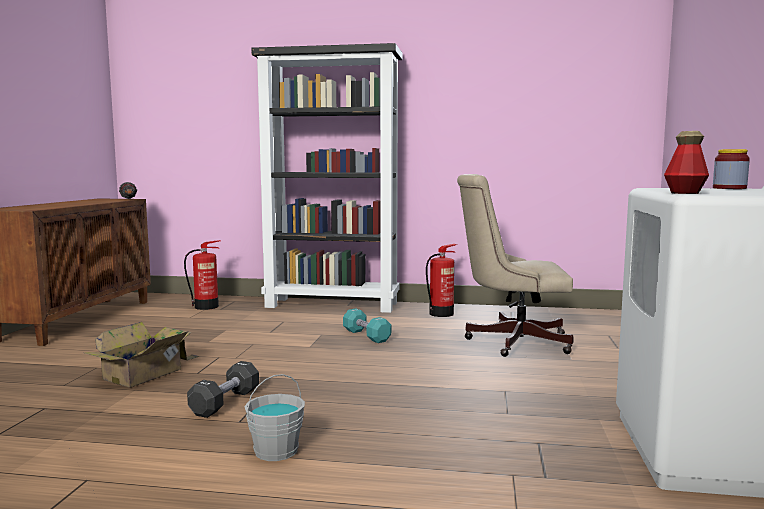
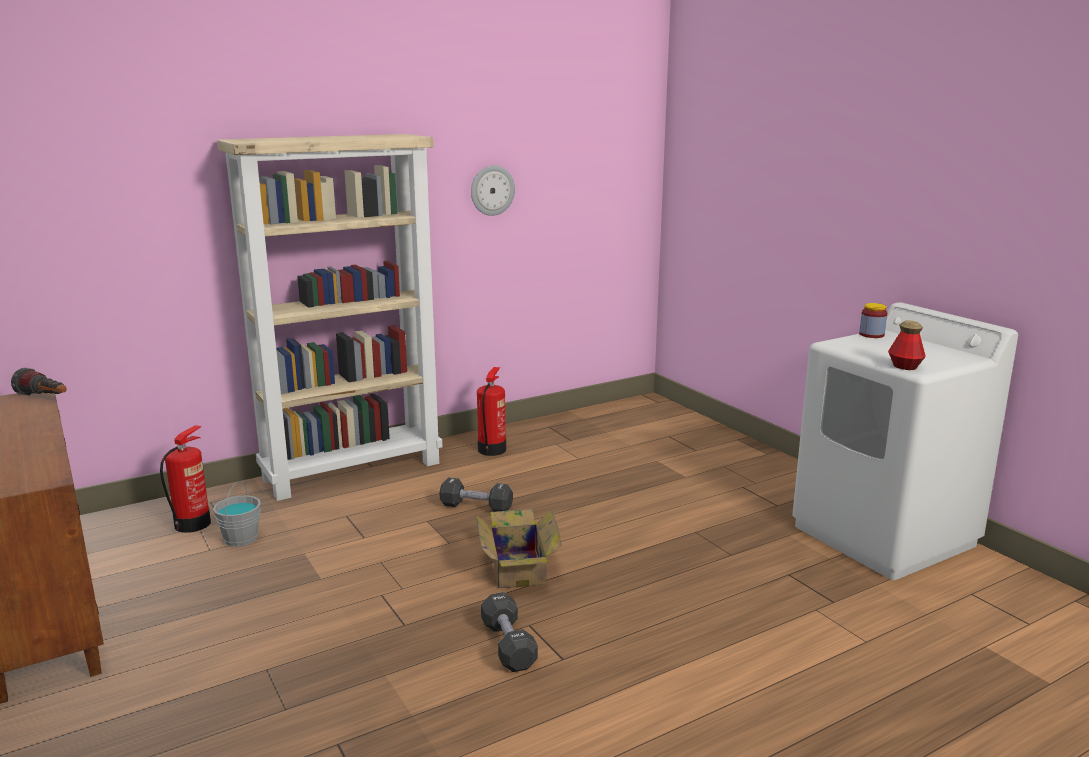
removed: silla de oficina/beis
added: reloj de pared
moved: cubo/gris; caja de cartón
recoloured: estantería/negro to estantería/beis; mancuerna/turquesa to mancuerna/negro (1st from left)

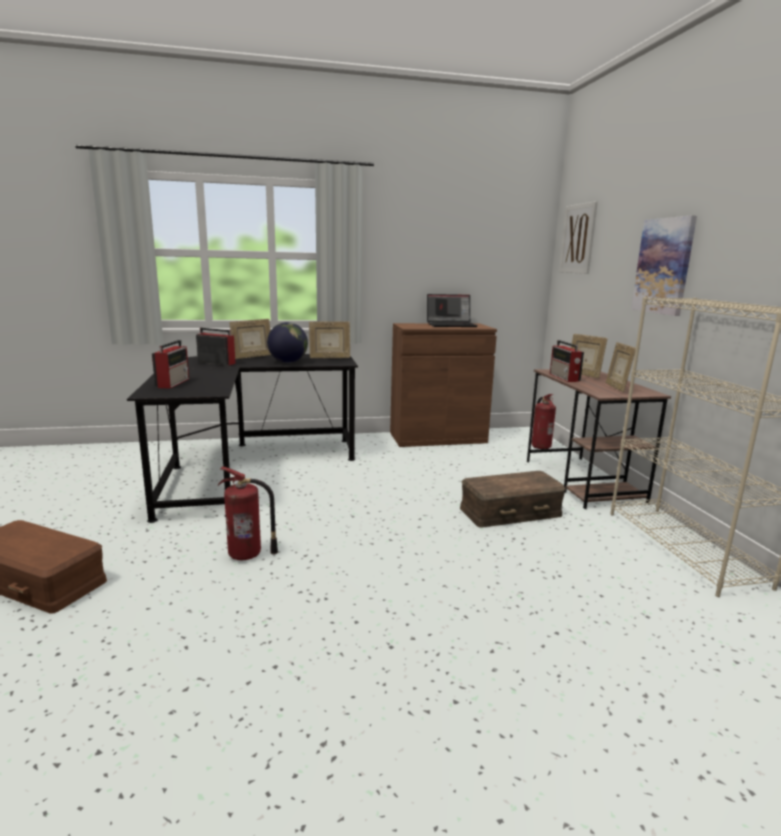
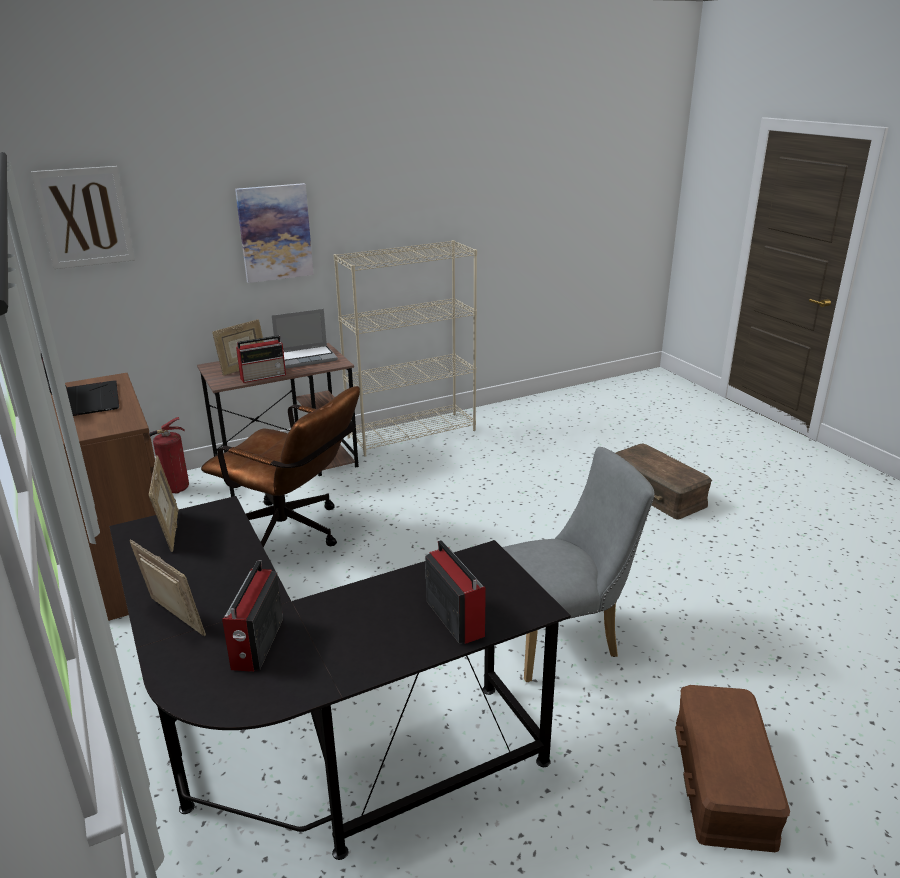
removed: globo terráqueo
added: silla de oficina/marrón
moved: caja de almacenaje/marrón (2nd from left in the first image) to caja de almacenaje/marrón (1st from left)
replaced: portarretratos (4th from left) to portátil (2nd from left); extintor (1st from left) to silla/gris
turned: radio (1st from left in the first image) 75 degrees clockwise

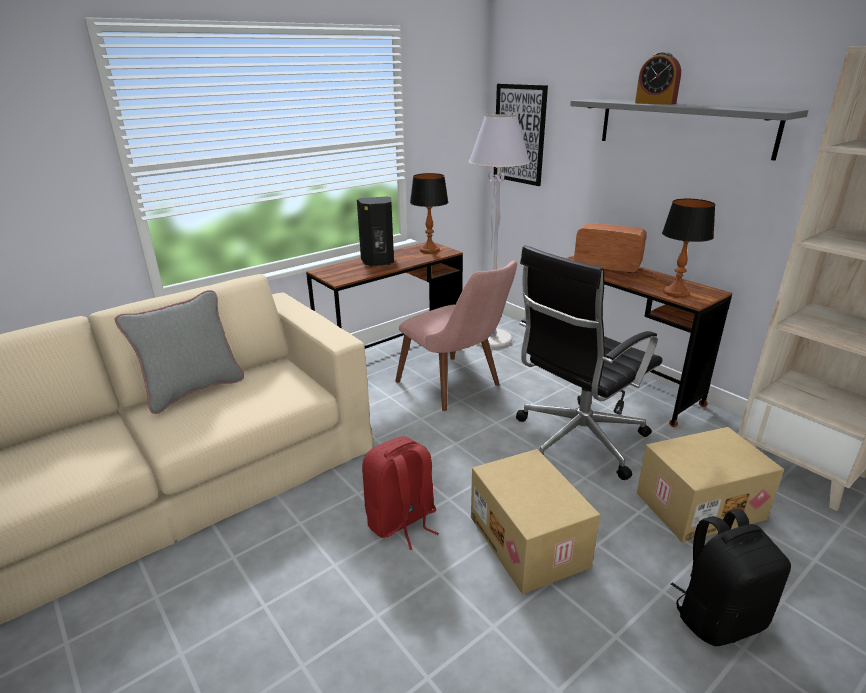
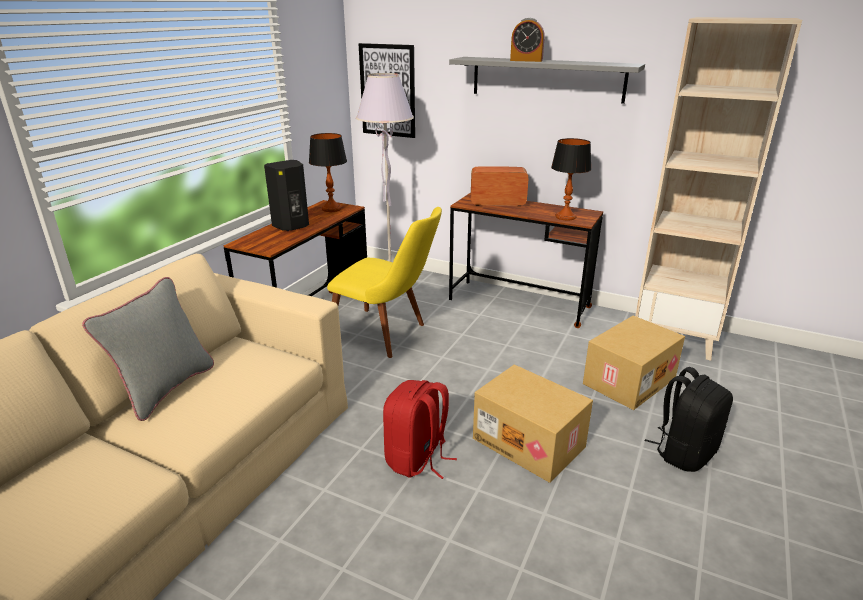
removed: silla de oficina/negro
recoloured: silla/rosa to silla/amarillo

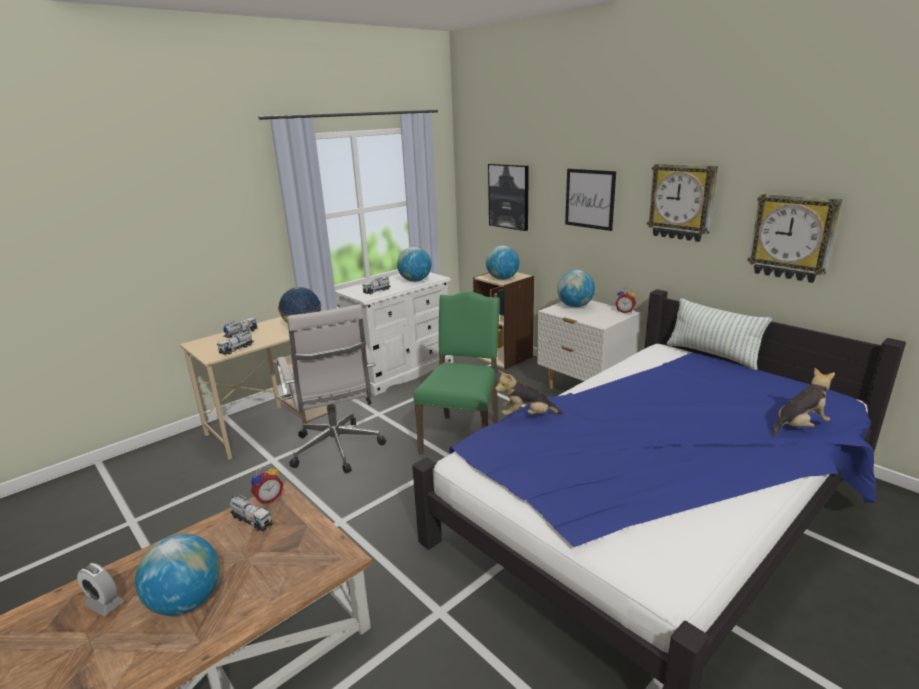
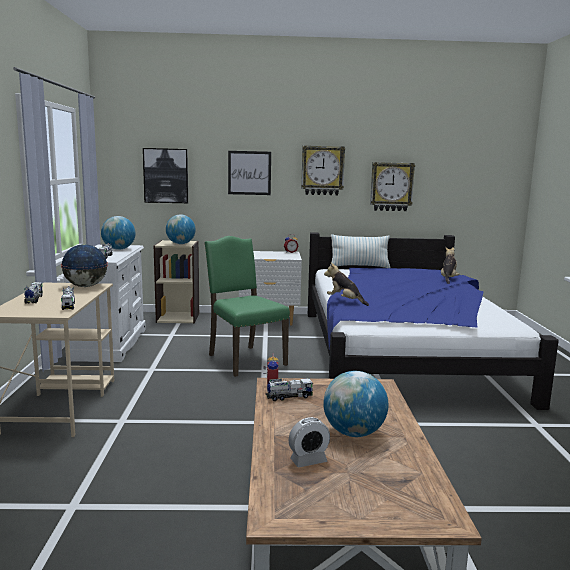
removed: silla de oficina/blanco; globo terráqueo (5th from left)
turned: peluche (1st from left) 90 degrees clockwise

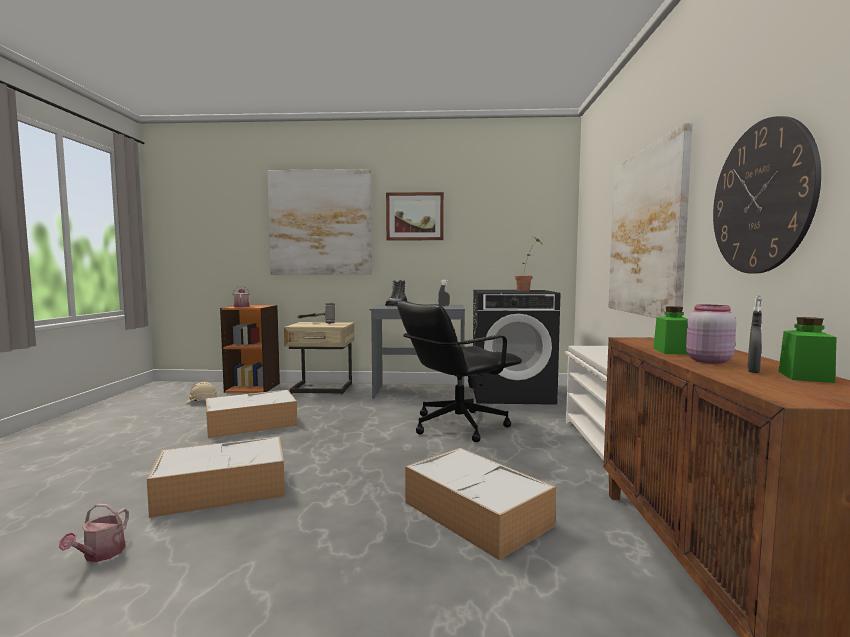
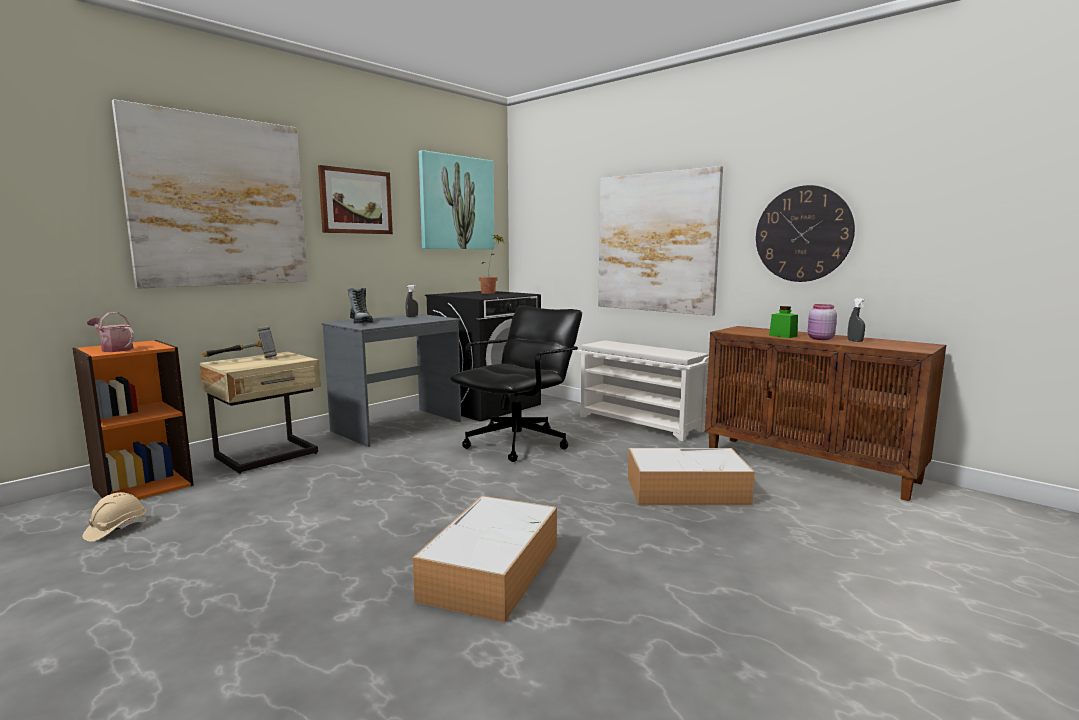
removed: regadera (1st from left); caja de almacenaje (2nd from left); tarro/verde (2nd from left)
added: cuadro (3rd from left)
turned: silla de oficina/negro 150 degrees counterclockwise

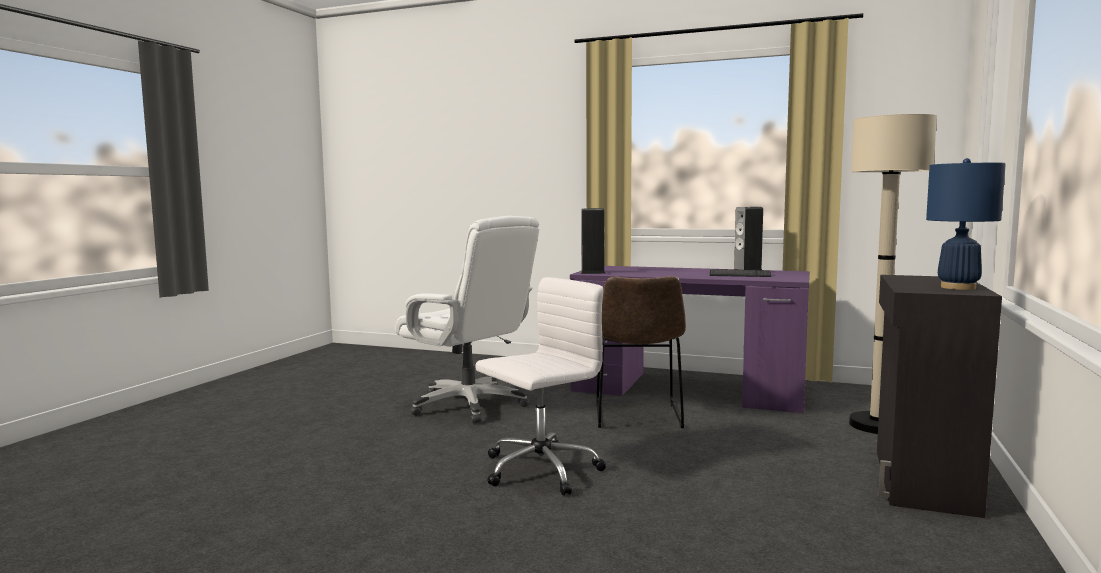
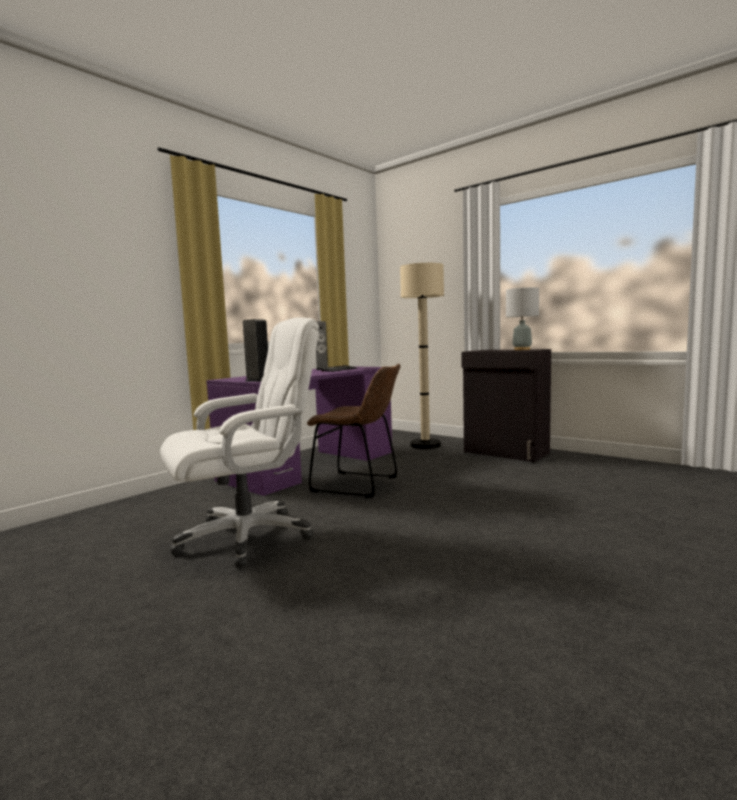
removed: silla de oficina/blanco (2nd from left)
recoloured: lámpara de mesa/azul to lámpara de mesa/gris

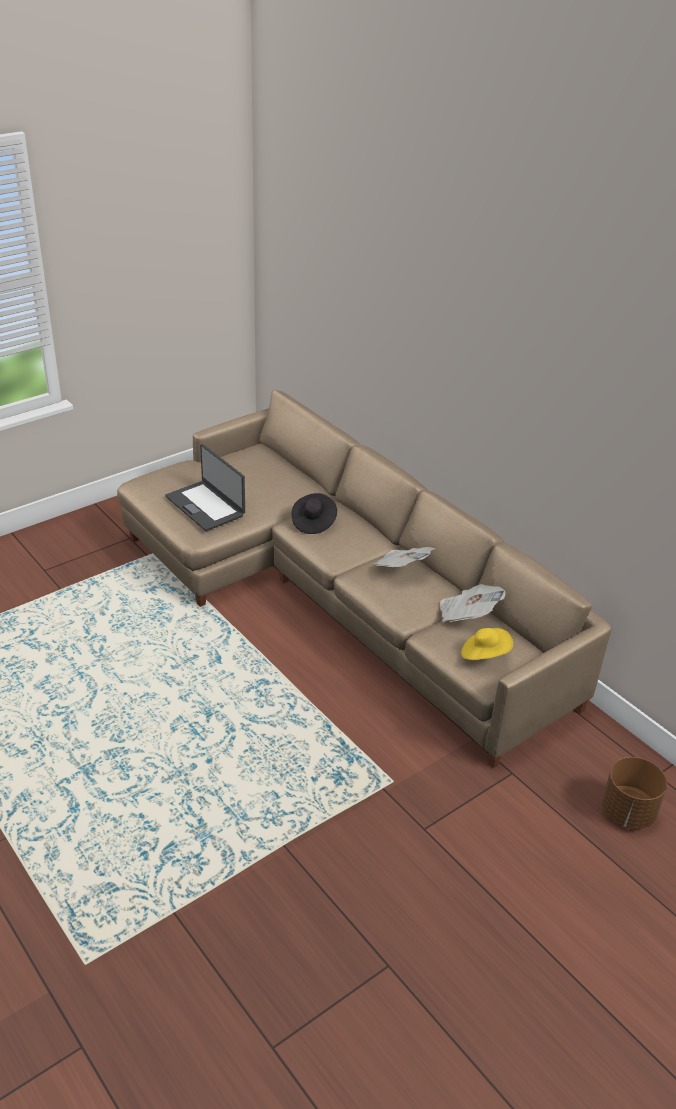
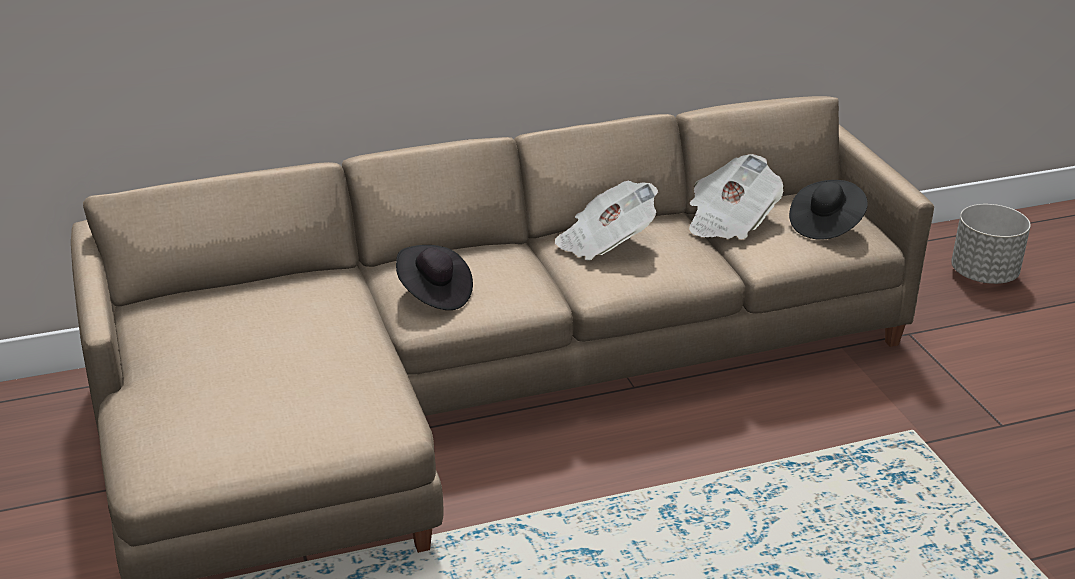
removed: portátil
recoloured: sombrero/amarillo to sombrero/negro (2nd from left); maceta/marrón to maceta/gris

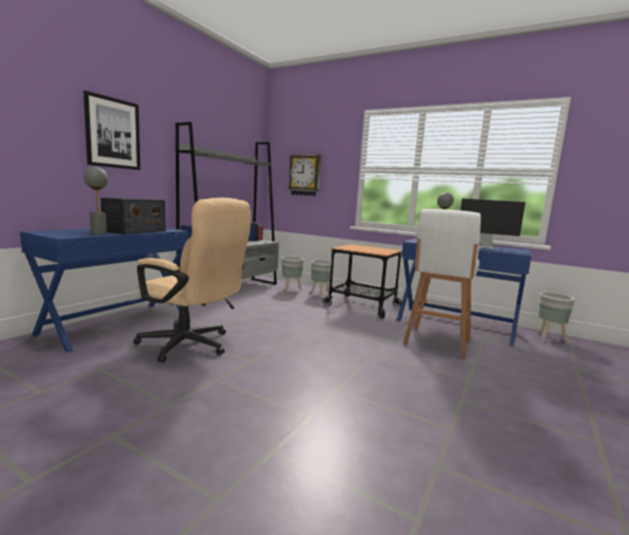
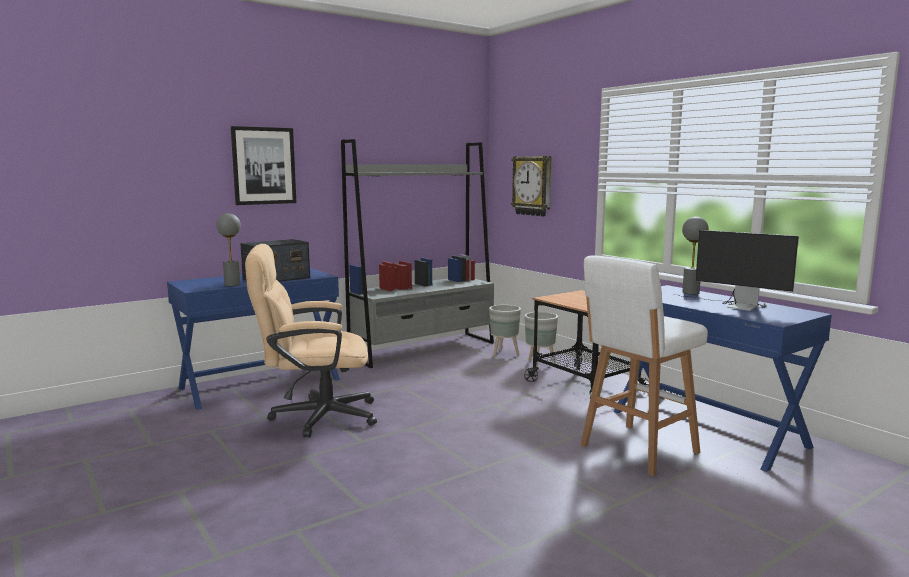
removed: maceta/gris (3rd from left)
turned: silla de oficina/beis 120 degrees clockwise

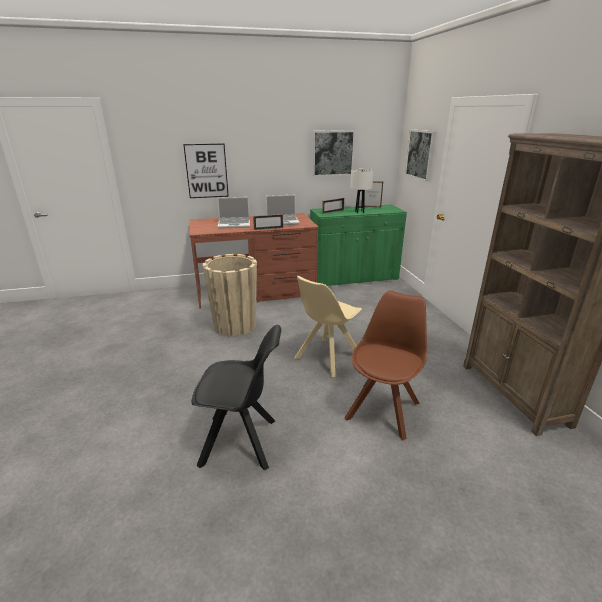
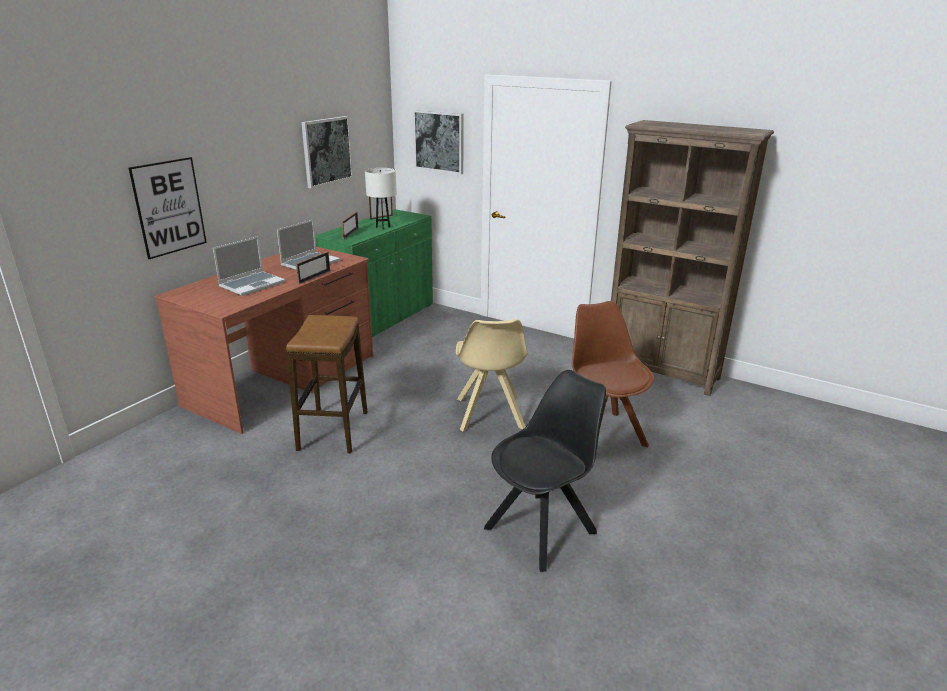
replaced: maceta/beis to taburete

